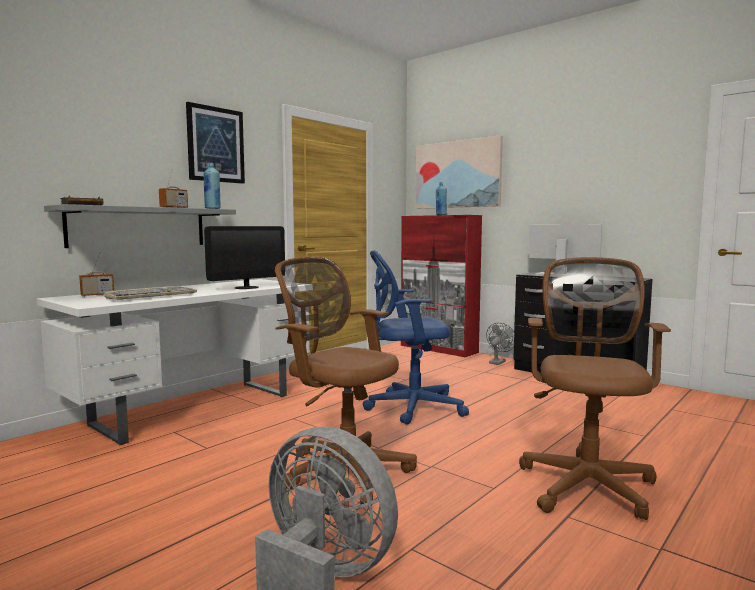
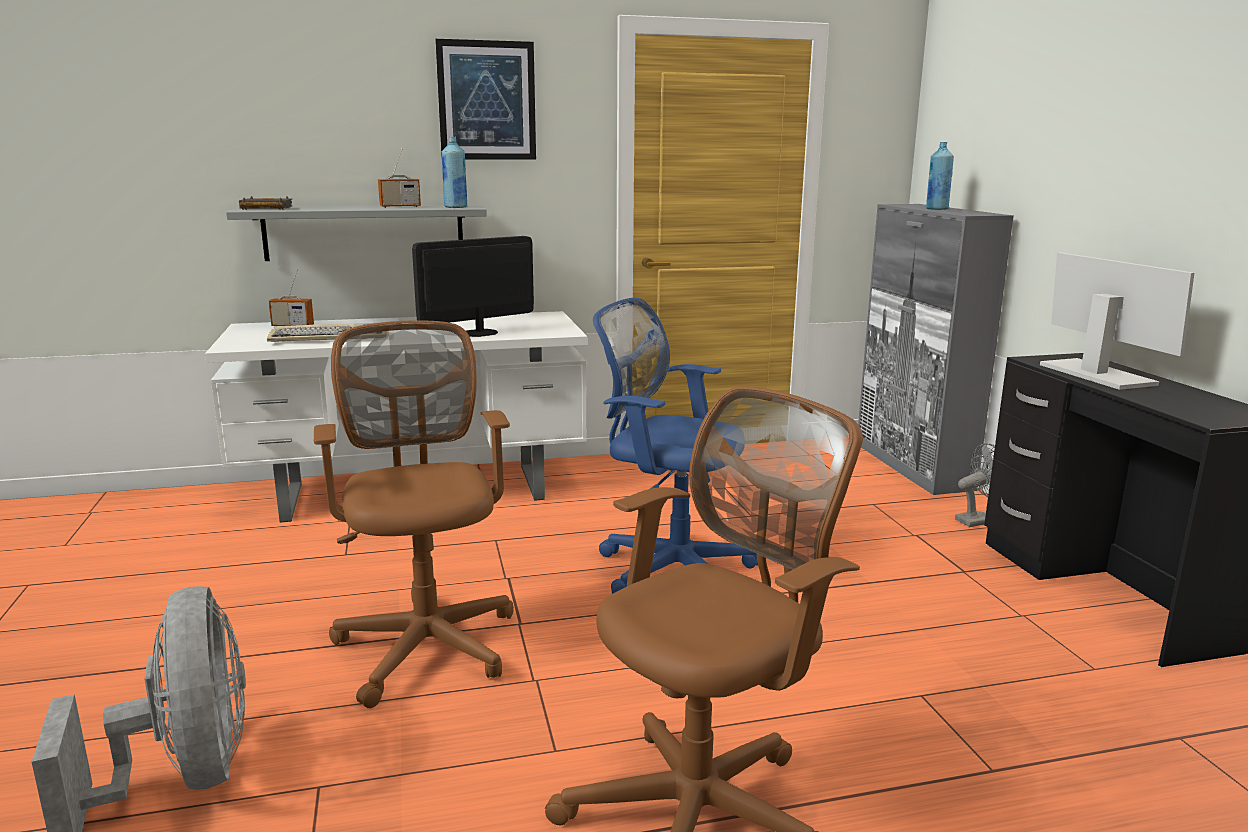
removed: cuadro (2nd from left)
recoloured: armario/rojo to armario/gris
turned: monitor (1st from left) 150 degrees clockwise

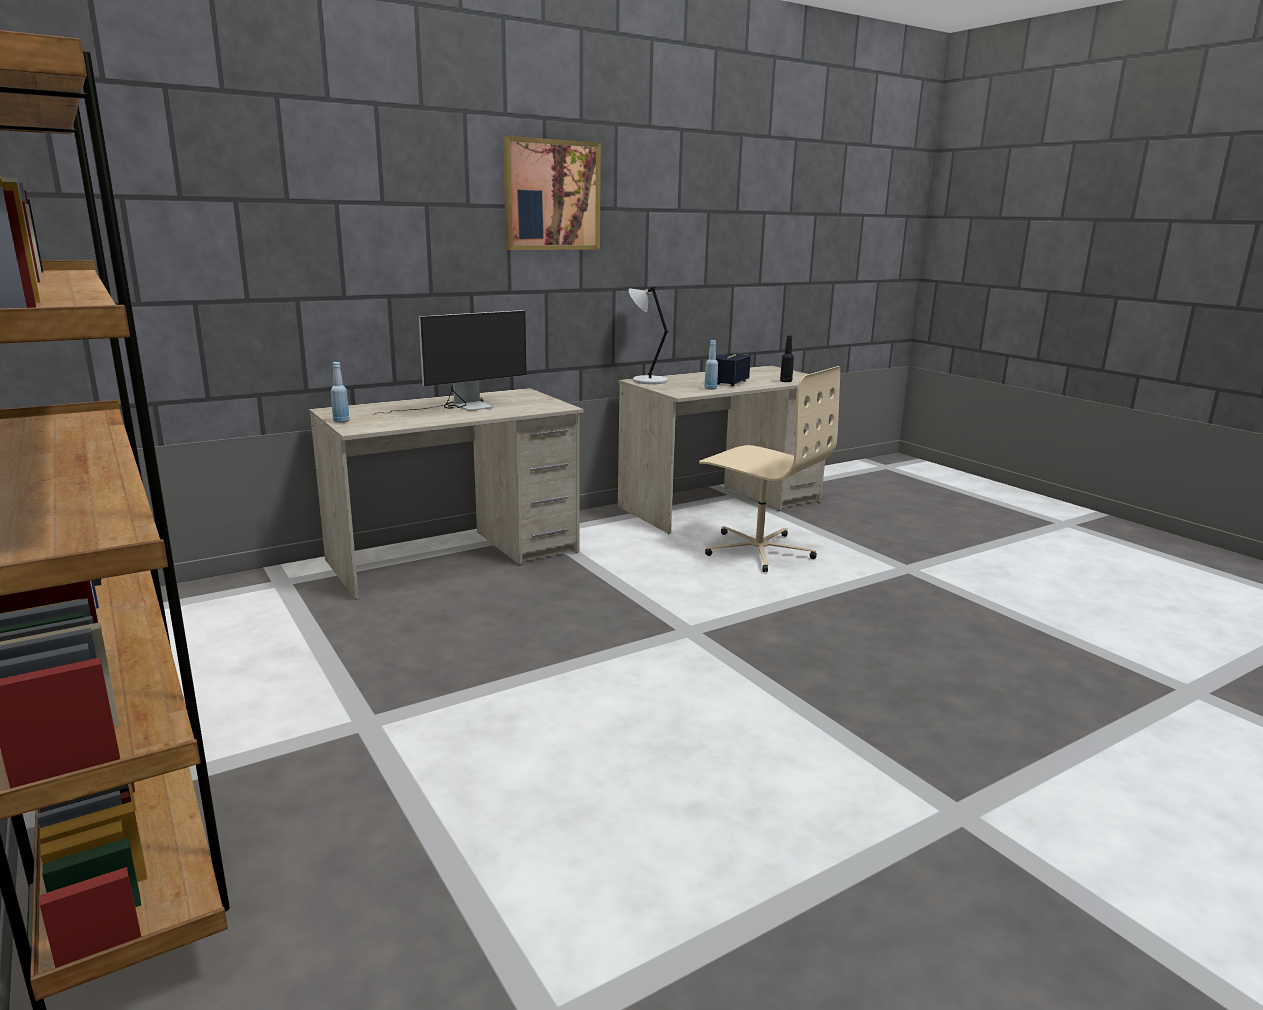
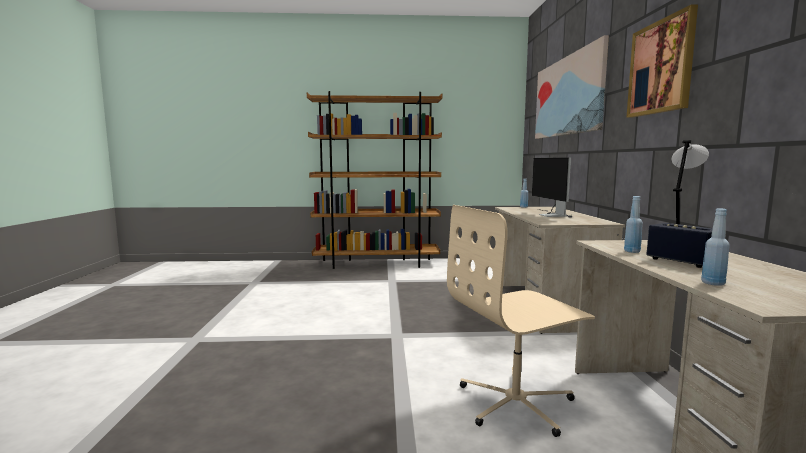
added: cuadro (1st from left)
recoloured: botella/negro to botella/azul (3rd from left)

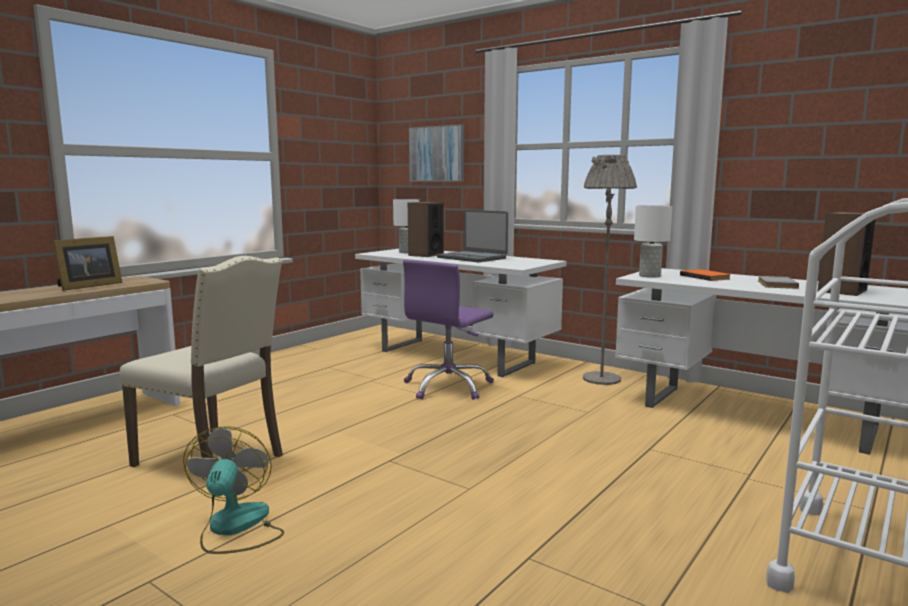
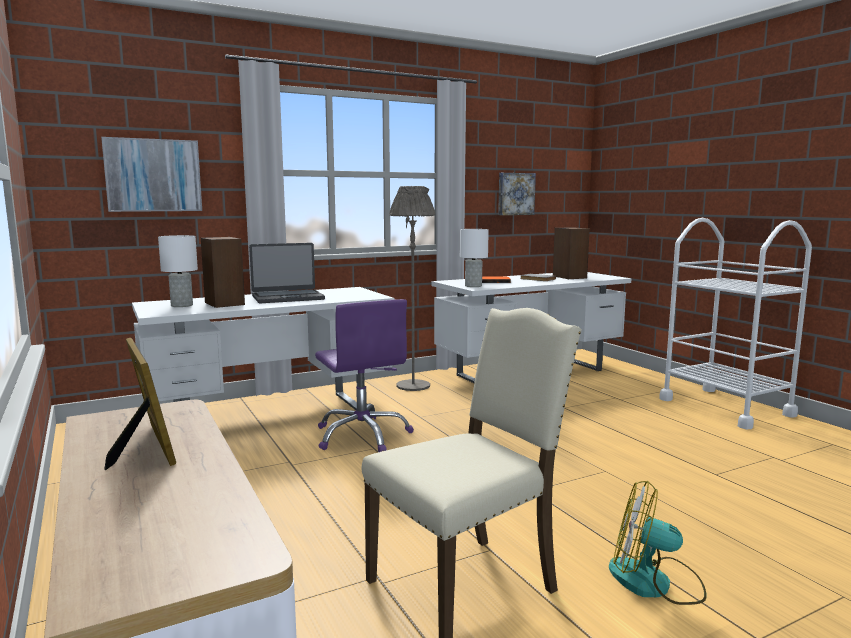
added: cuadro (2nd from left)

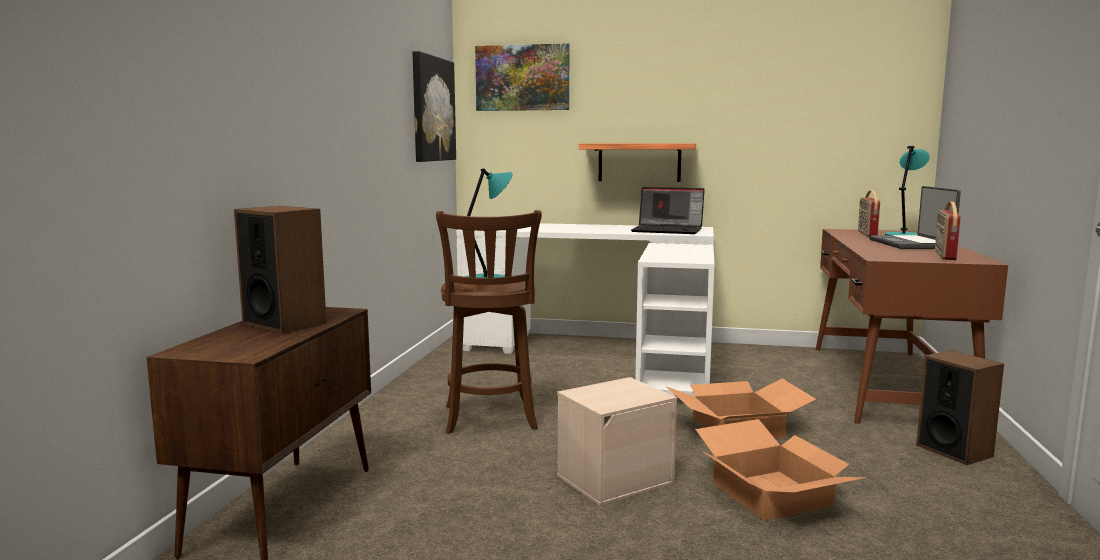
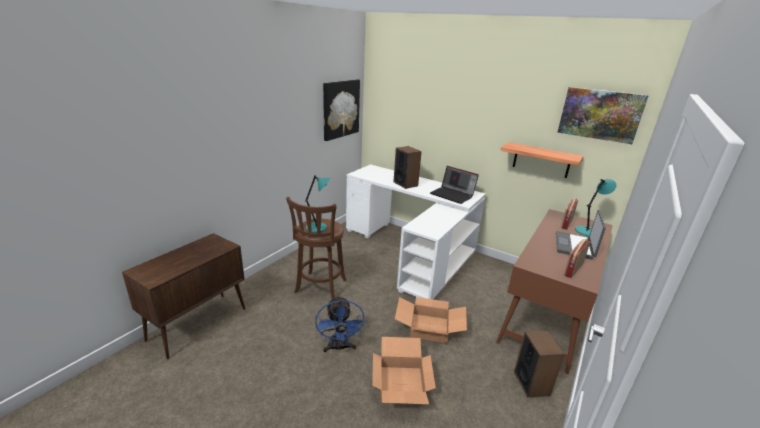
moved: altavoz (1st from left); estante; cuadro (2nd from left)
replaced: caja de almacenaje/beis to ventilador/azul

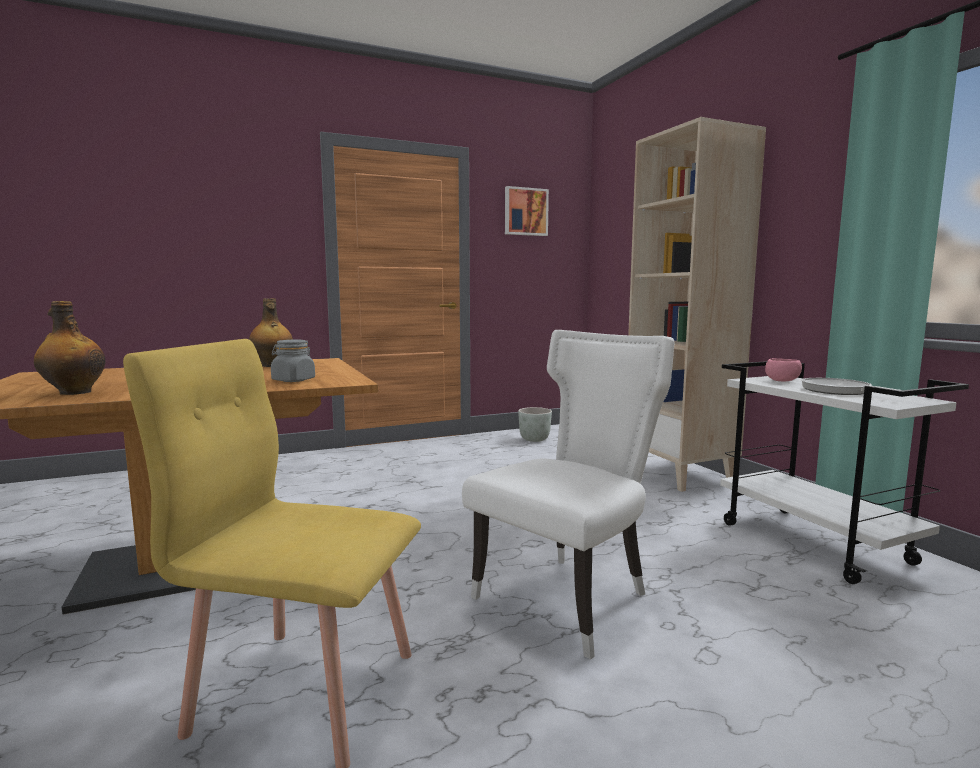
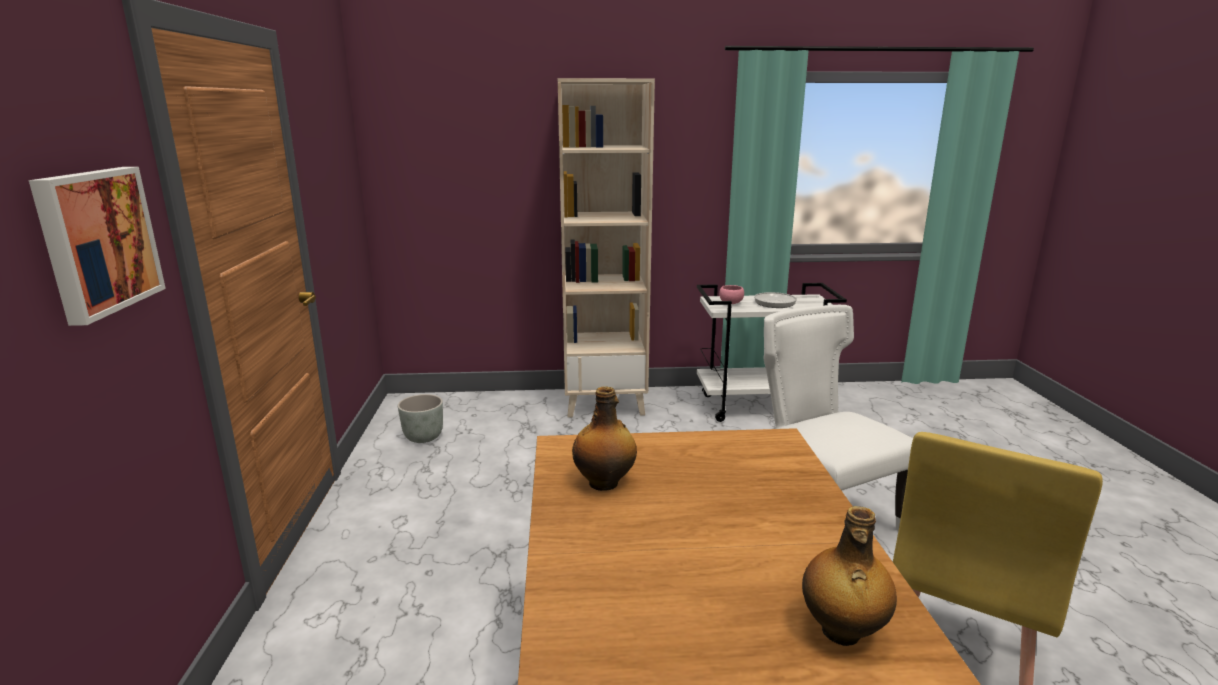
removed: tarro/gris
moved: cuadro

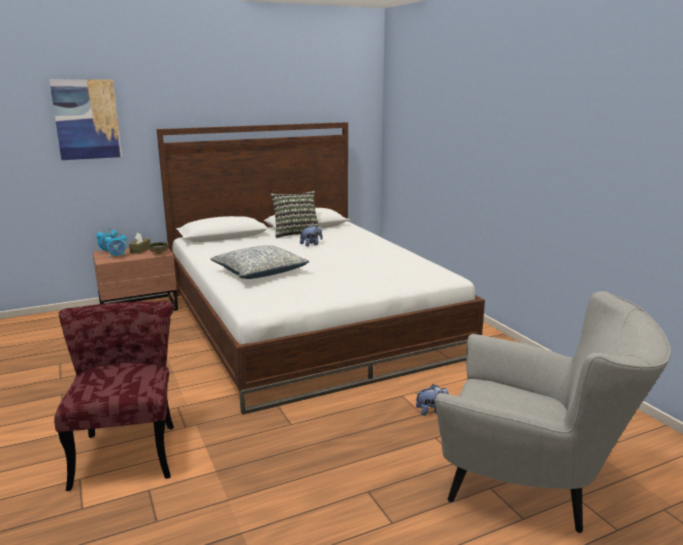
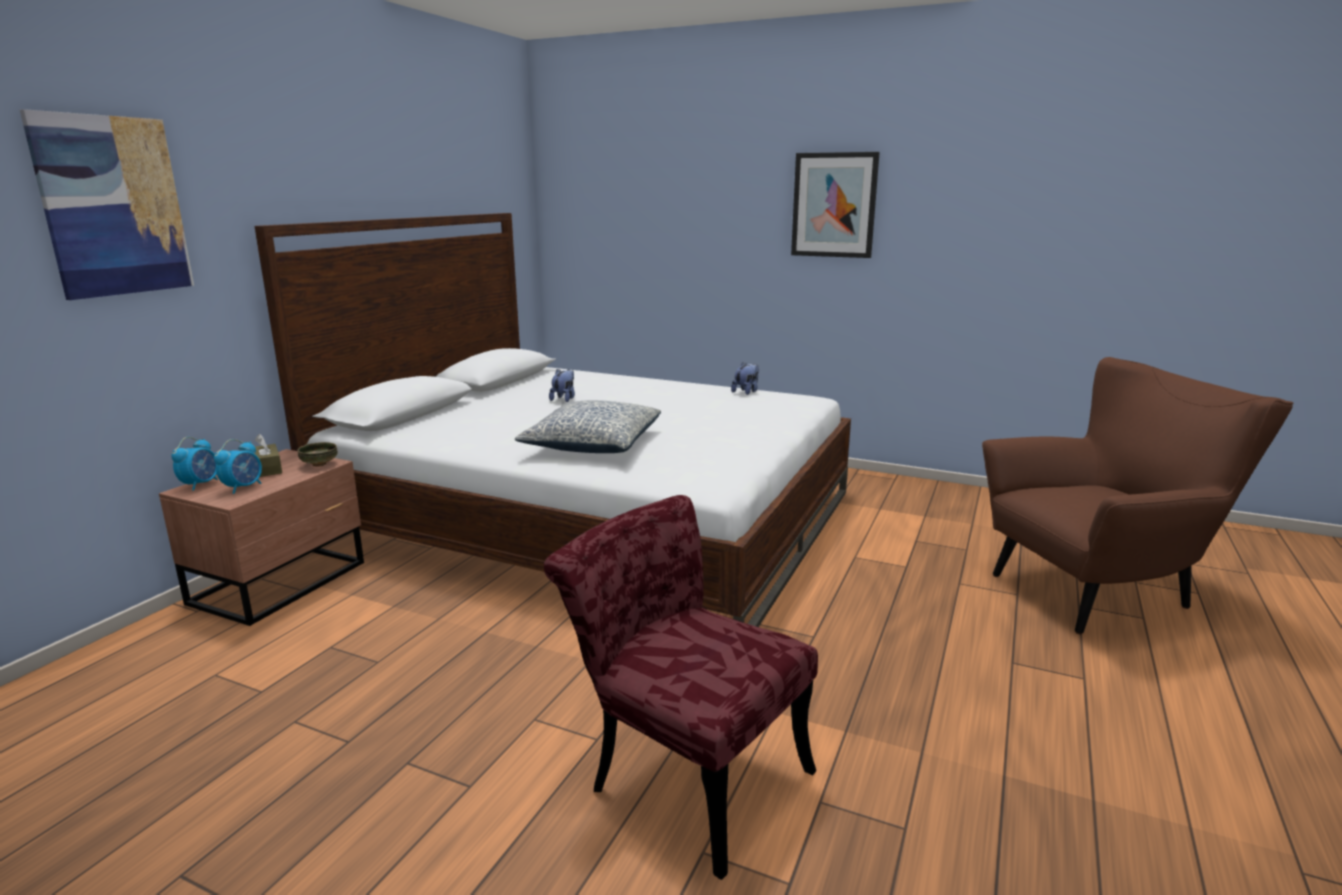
removed: cojín (2nd from left)
added: cuadro (2nd from left)
moved: peluche (2nd from left)
recoloured: sillón/gris to sillón/marrón

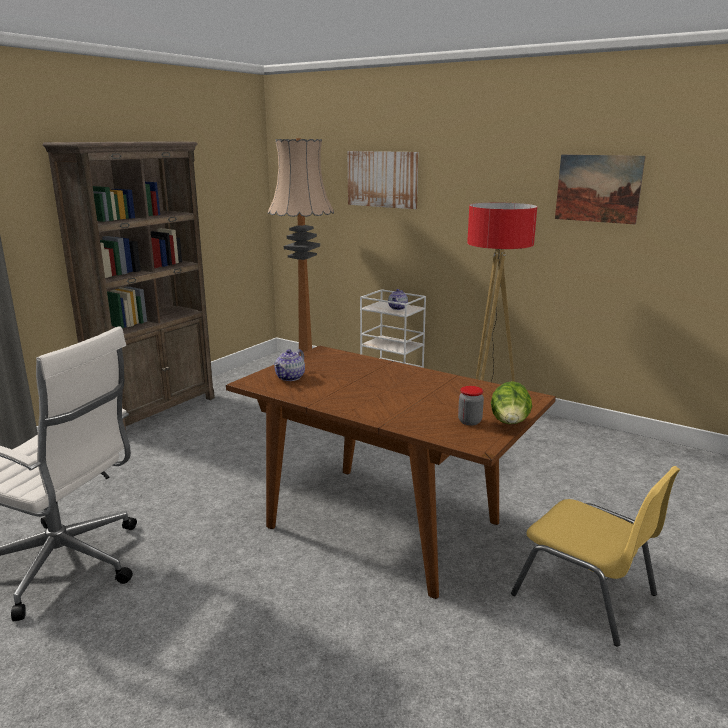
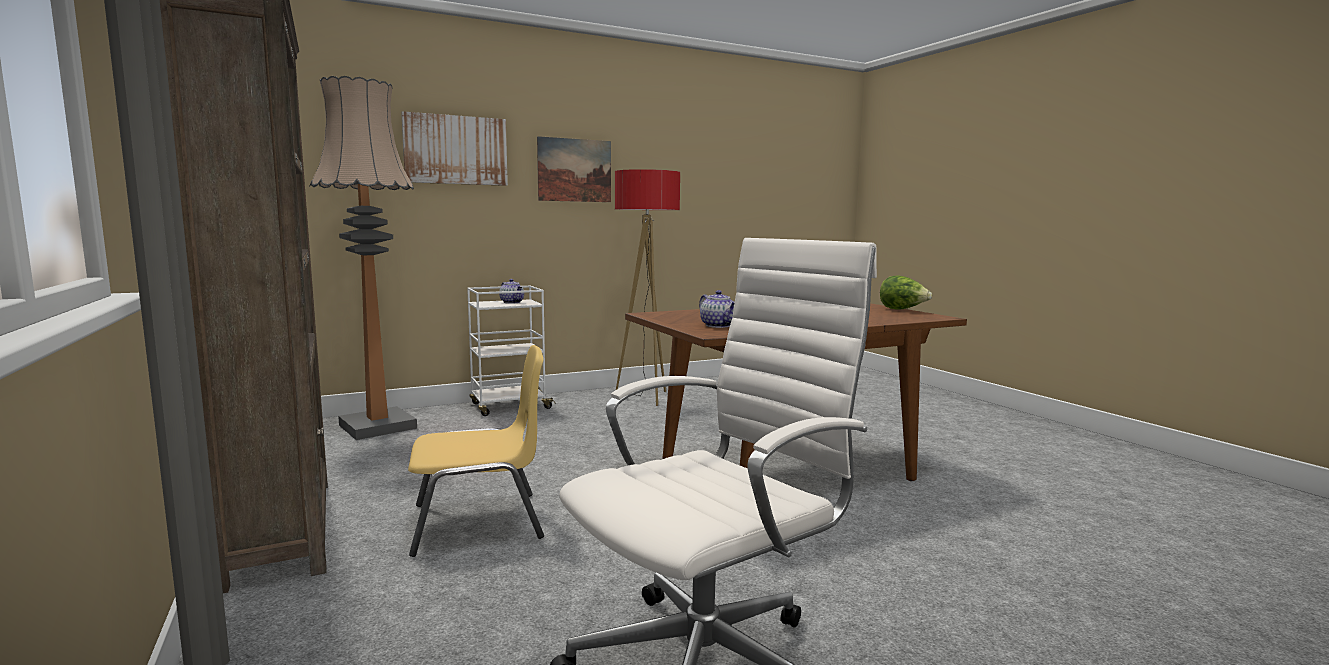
removed: tarro
moved: silla/amarillo; cuadro (2nd from left)

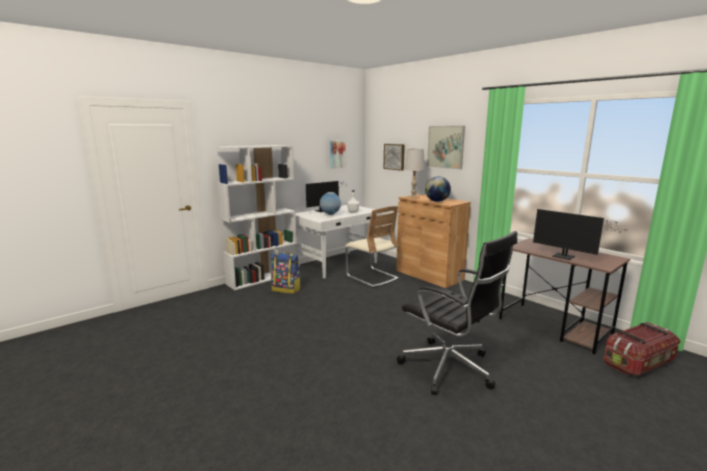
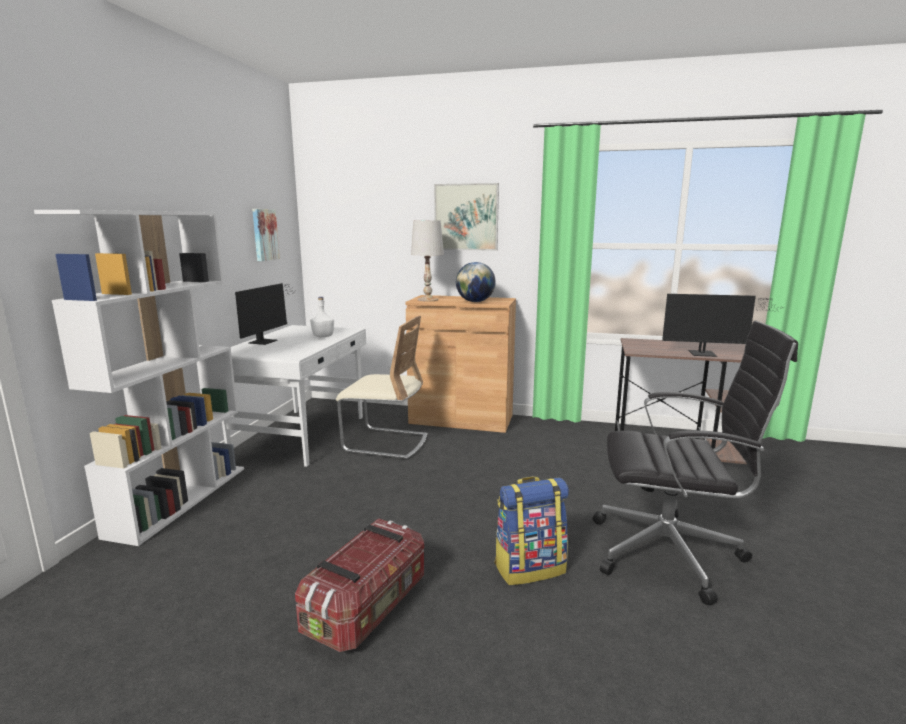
removed: globo terráqueo (1st from left); cuadro (2nd from left)
moved: caja de almacenaje; mochila

